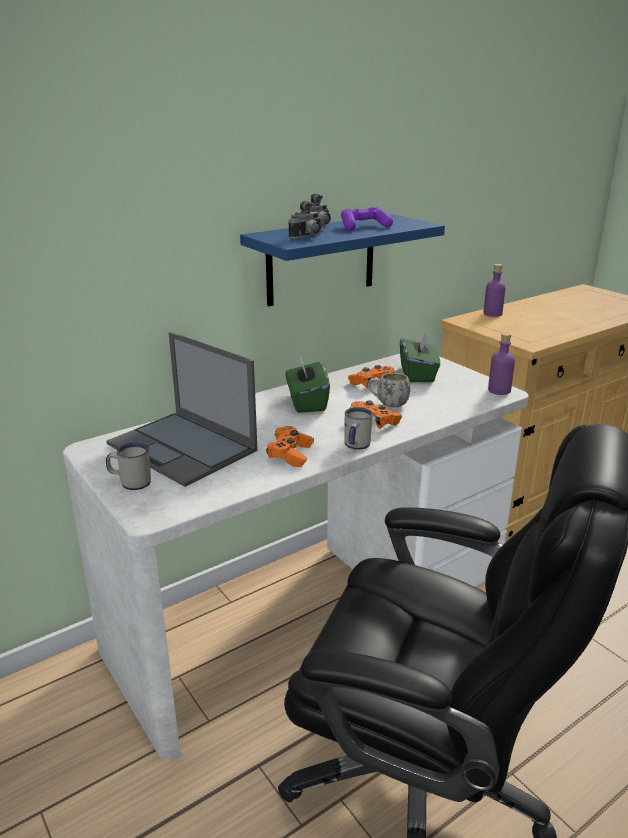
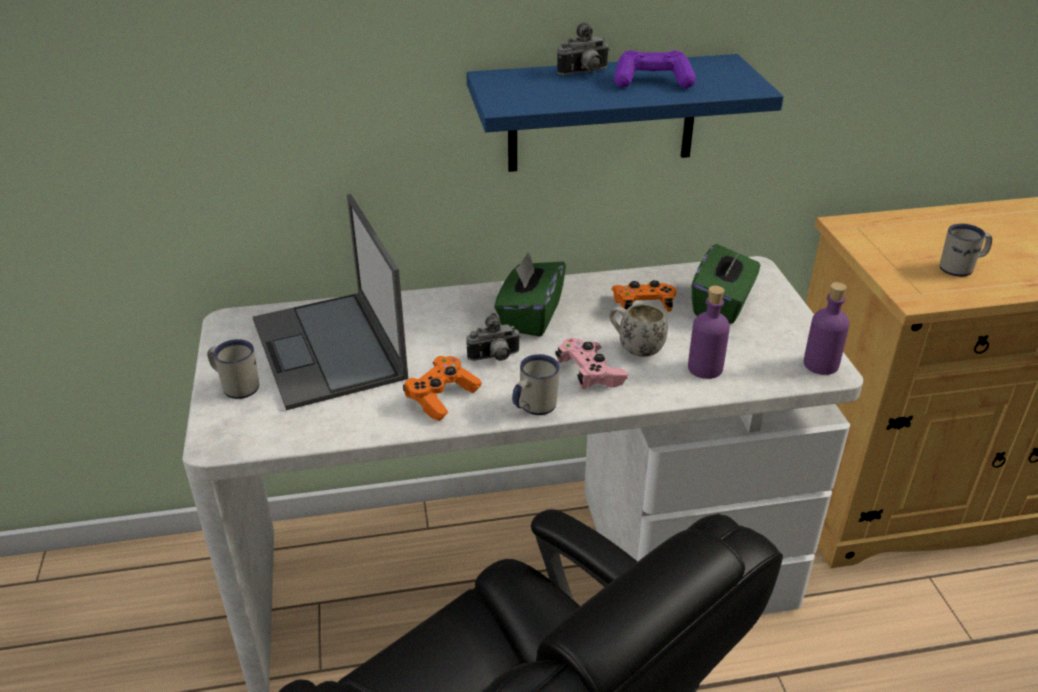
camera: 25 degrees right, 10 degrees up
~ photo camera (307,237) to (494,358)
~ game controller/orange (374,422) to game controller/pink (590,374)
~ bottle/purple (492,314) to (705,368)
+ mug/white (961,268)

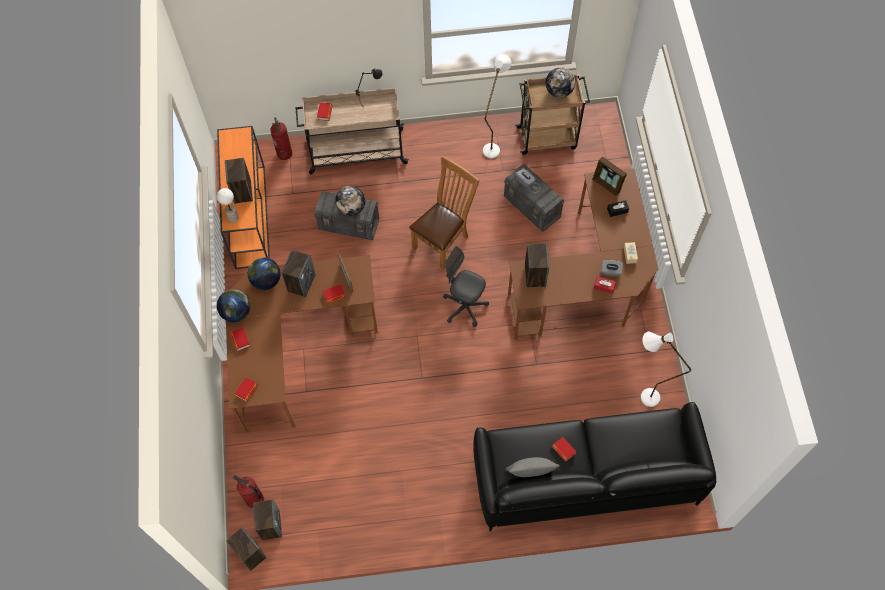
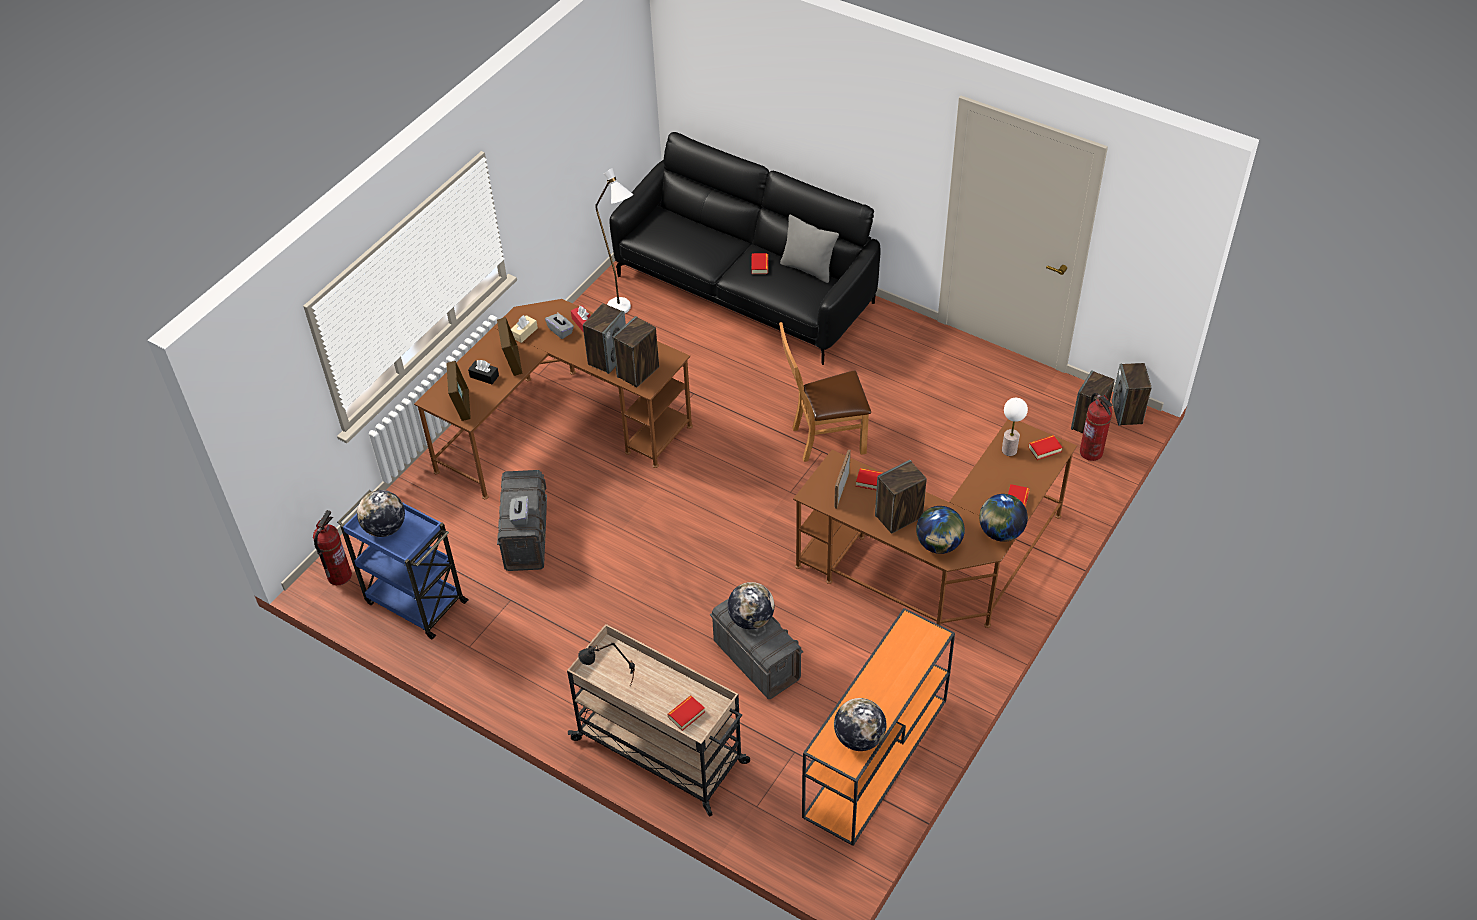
camera: 140 degrees left, 15 degrees down
~ table lamp (233,218) to (1009,450)
~ speaker (242,192) to (608,358)
~ fire extinguisher (284,153) to (339,576)
~ chair/brown (443,240) to (823,439)
- office chair/grey (465,307)
- floor lamp/white (493,145)
~ cart/brown (548,137) to cart/blue (414,601)
+ picture frame (512,361)
+ globe (859,738)

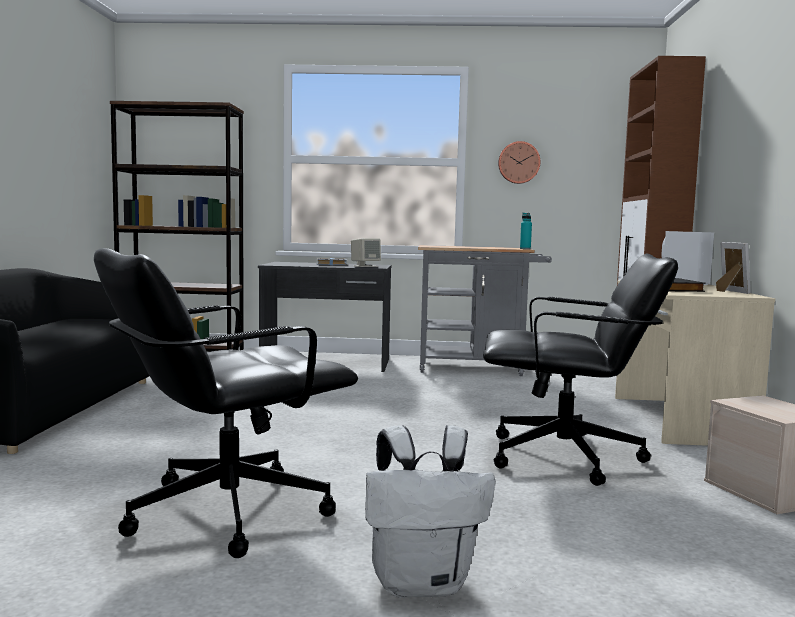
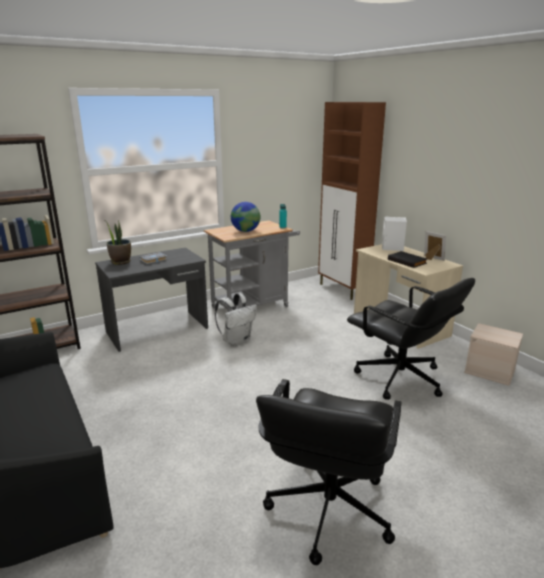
camera: 35 degrees left, 15 degrees up
- speaker/beige (365,266)
~ backpack/white (422,583) to (237,341)
~ office chair/black (566,458) = (400,379) 75 degrees clockwise
- wall clock (518,162)
+ potted plant (120,262)
+ globe (245,231)

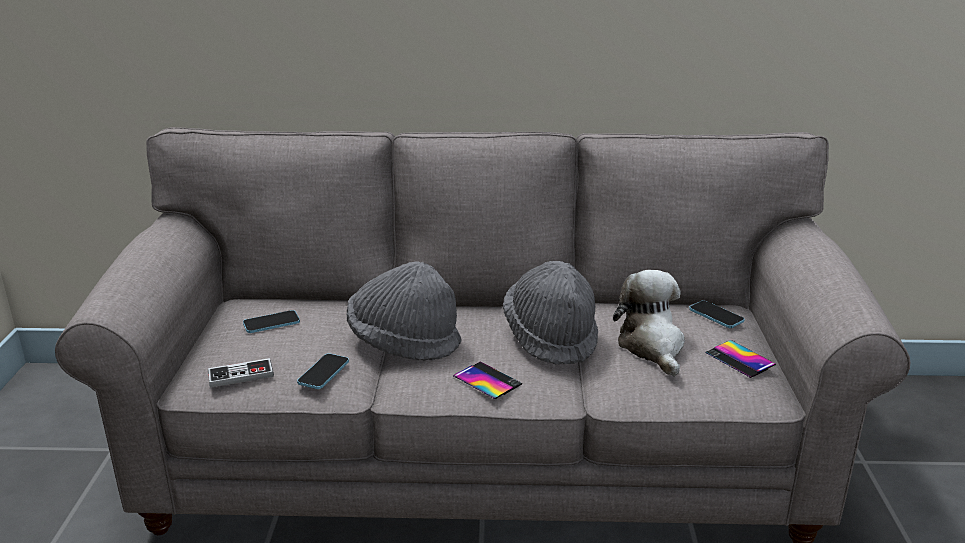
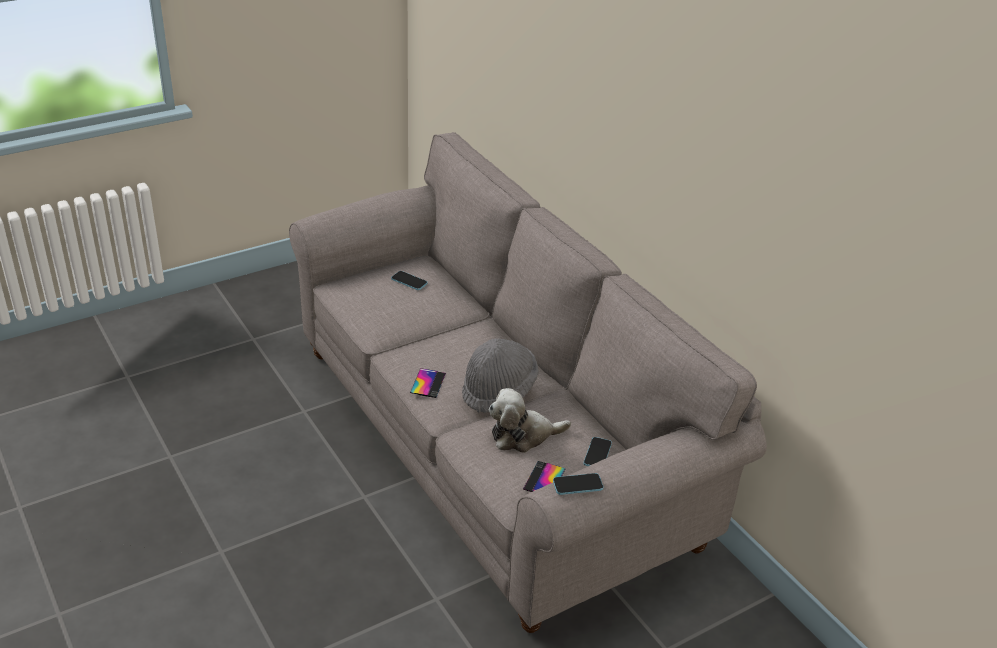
camera: 55 degrees right, 10 degrees up
- game controller (241,375)
~ phone (323,373) to (577,485)
- hat/grey (404,342)
~ plush toy (652,346) = (523,435) 150 degrees counterclockwise

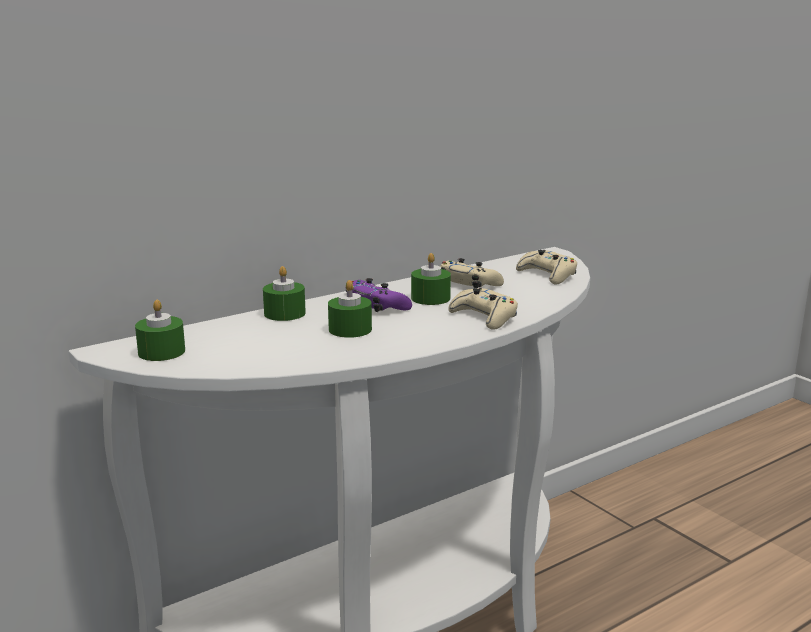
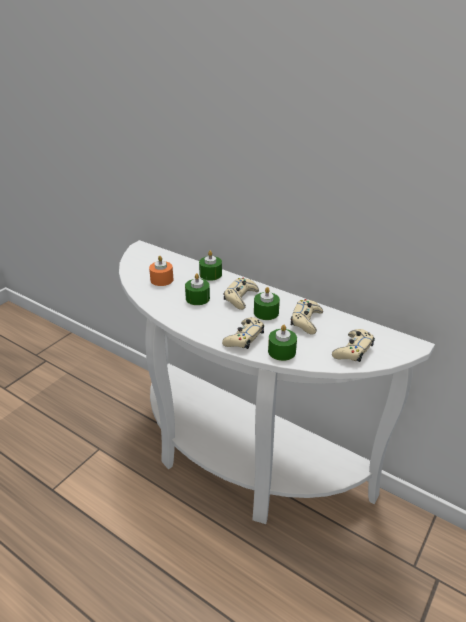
camera: 70 degrees right, 15 degrees up
~ candle/green (161,352) to (281,351)
~ game controller/purple (376,305) to game controller/beige (240,297)
+ candle/orange (162,280)

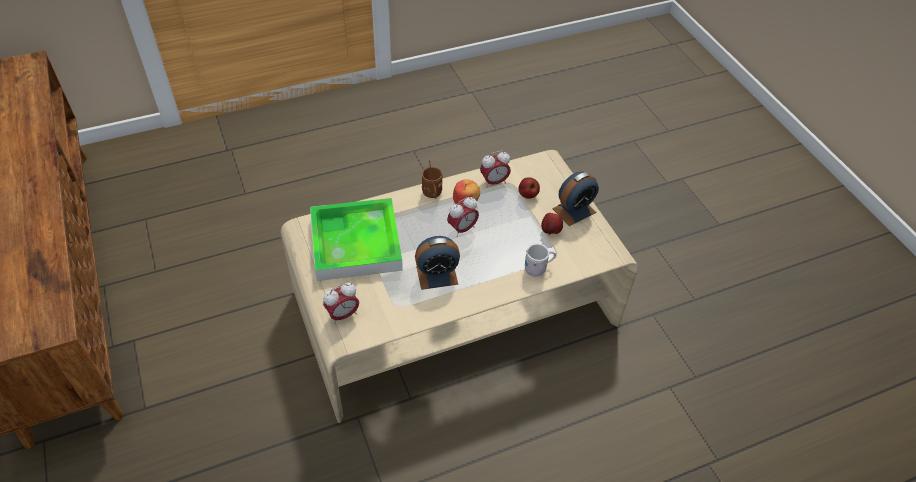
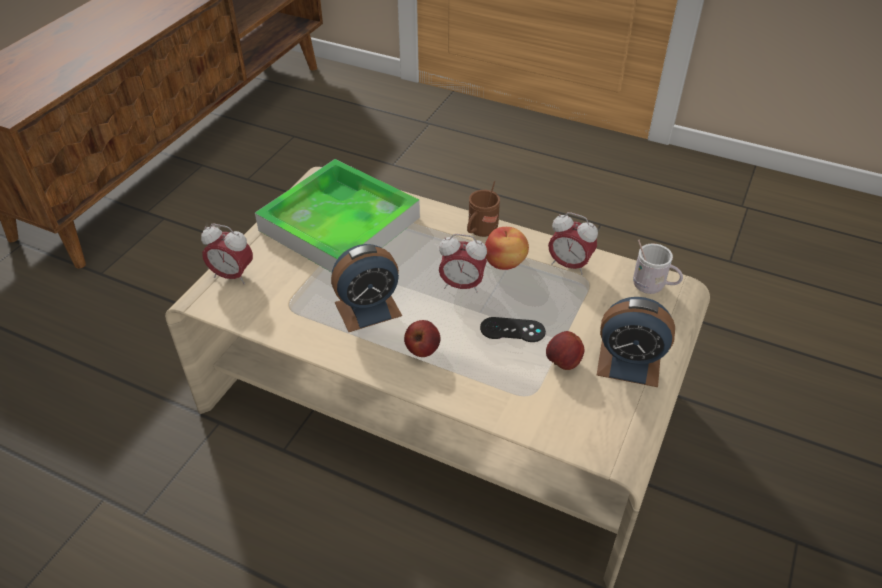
camera: 50 degrees right, 5 degrees down
~ alarm clock (437,275) = (368,309) 60 degrees counterclockwise
~ apple (527,195) to (422,350)
~ mug/white (538,269) to (653,287)
+ game controller/black (512,330)

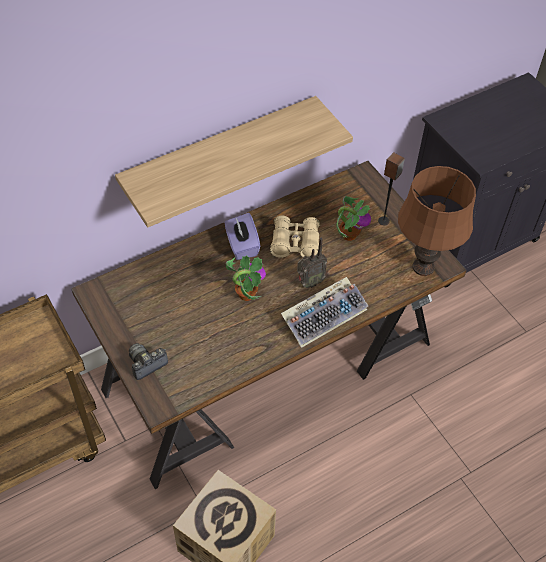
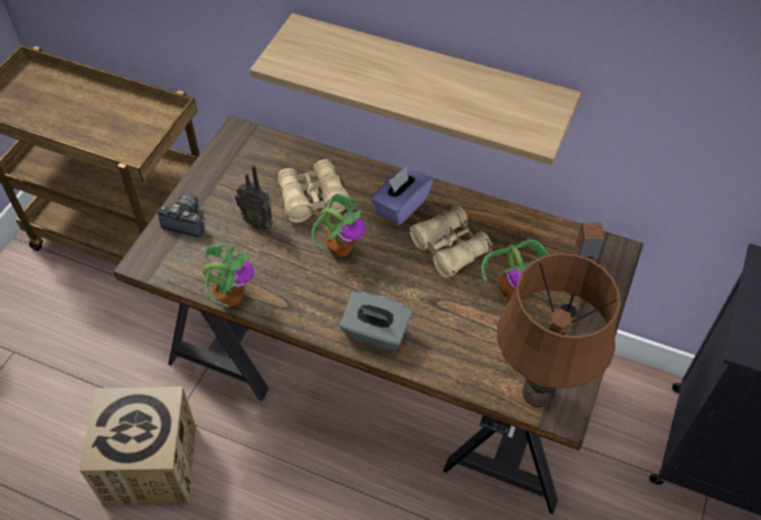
camera: 55 degrees right, 0 degrees up
~ keyboard (324,315) to tissue box/grey (375,333)
~ radio (309,282) to (258,222)
+ potted plant (230,296)
+ binoculars/beige (313,199)

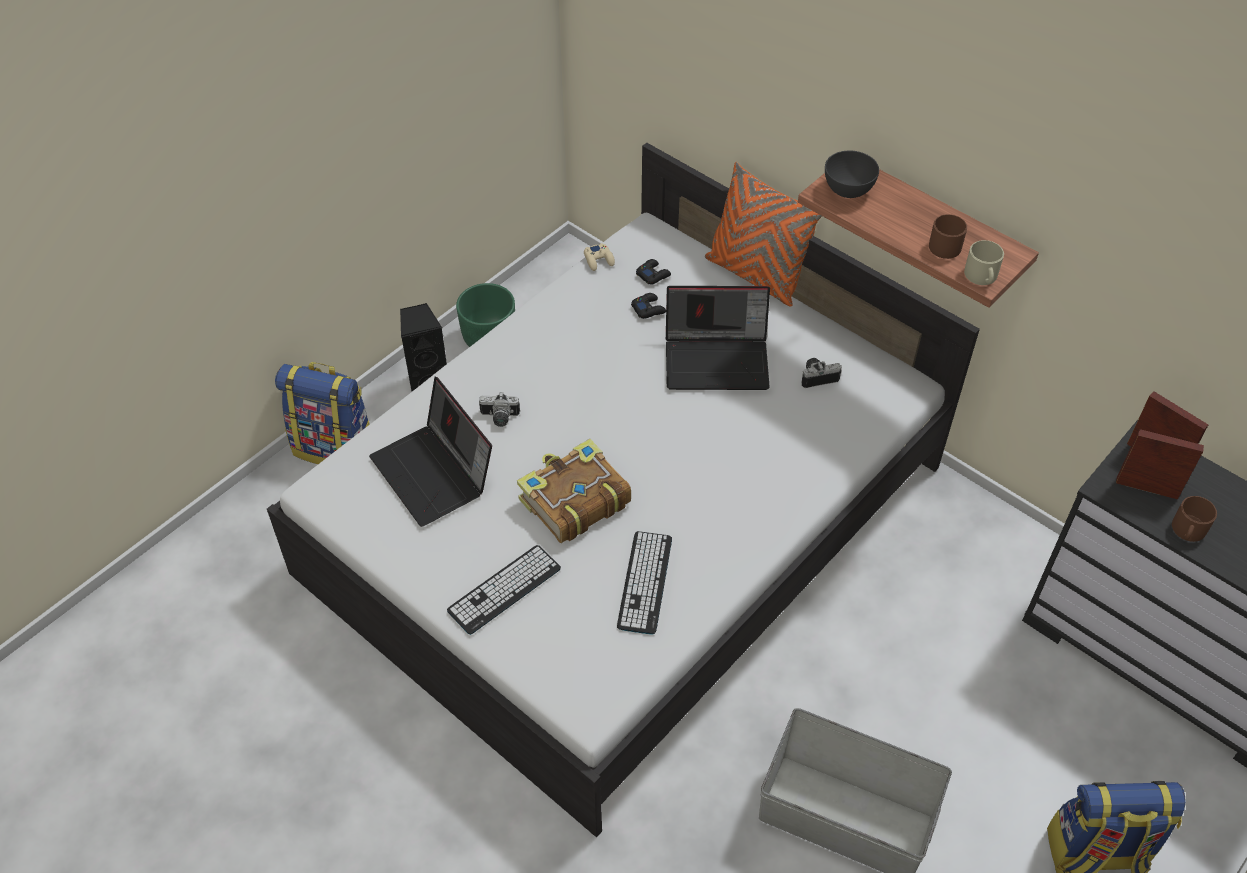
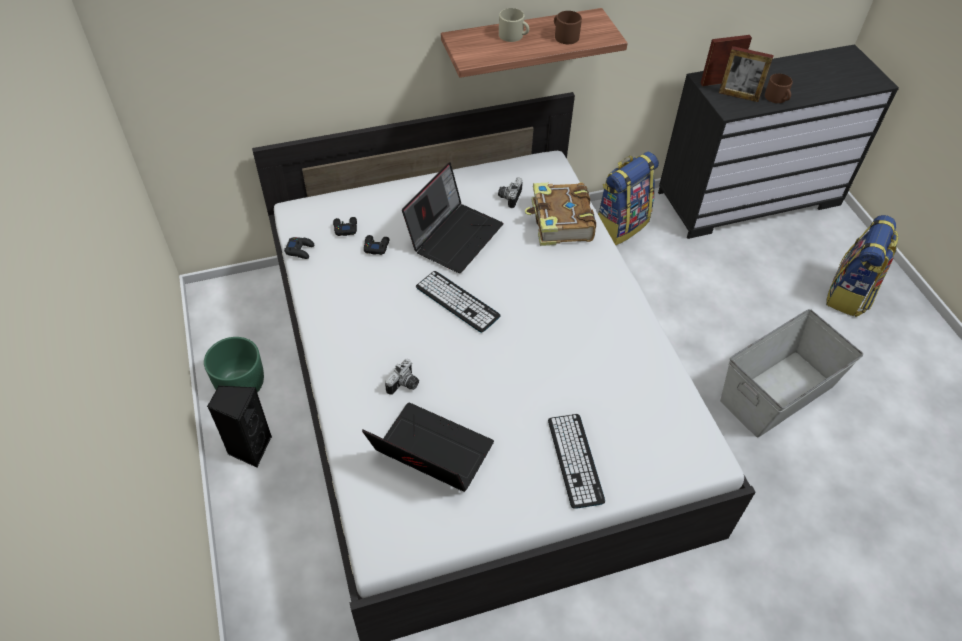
camera: 60 degrees left, 0 degrees up
~ backpack (335,447) to (620,225)
~ laptop (435,474) = (429,454) 150 degrees counterclockwise
~ book (573,501) to (560,222)
~ game controller/beige (599,260) to game controller/black (300,250)
~ keyboard (645,582) to (457,301)
- pillow/orange (755,275)
- bowl/grey (848,190)
~ mug/beige (982,276) to (513,35)
~ picture frame (1147,488) = (738,96) 120 degrees counterclockwise

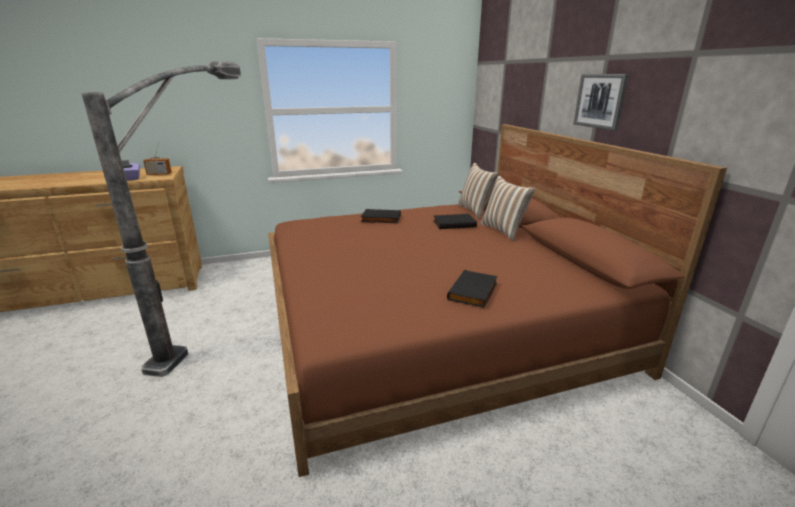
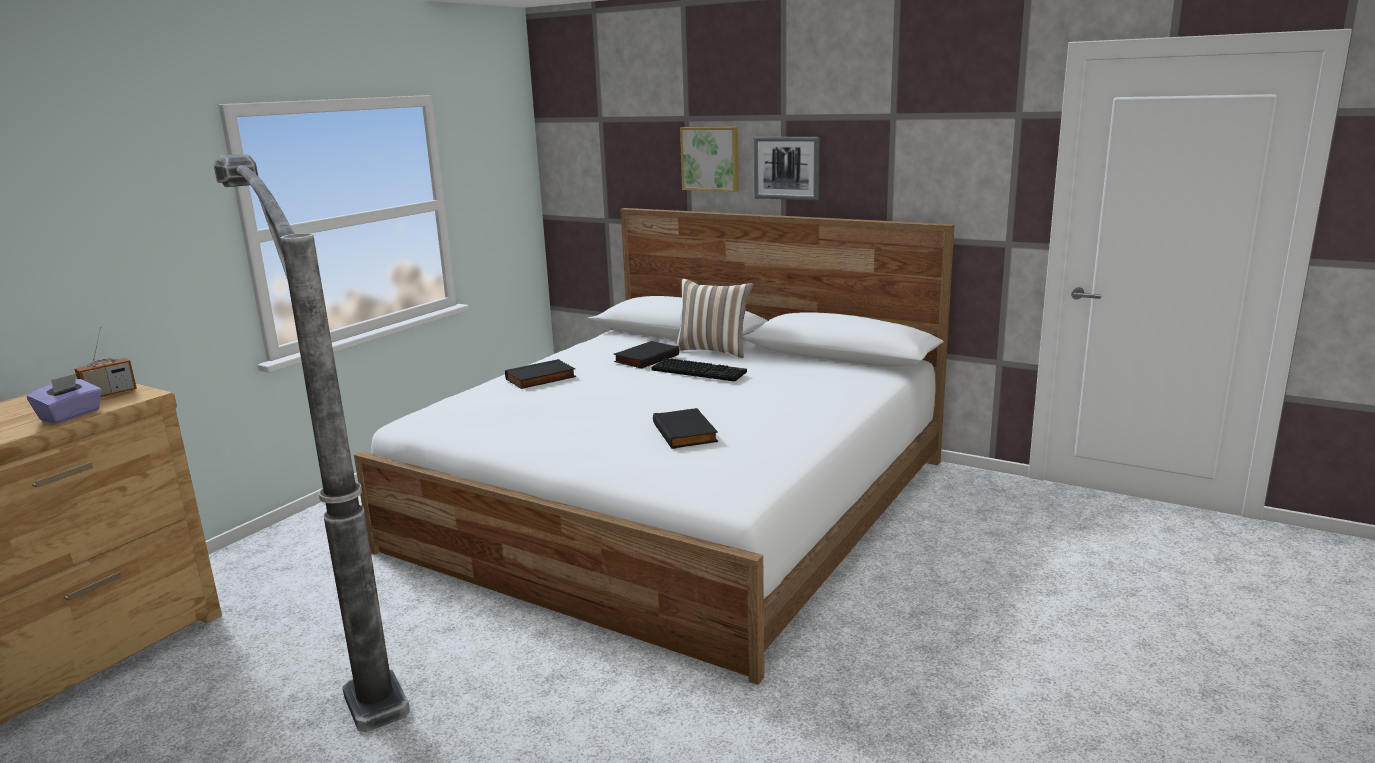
camera: 40 degrees left, 5 degrees down
~ bed/brown (434,323) to bed/white (679,503)
~ book/black (474,292) to (686,433)
- pillow (475,211)
+ keyboard (700,371)
+ picture (711,158)

